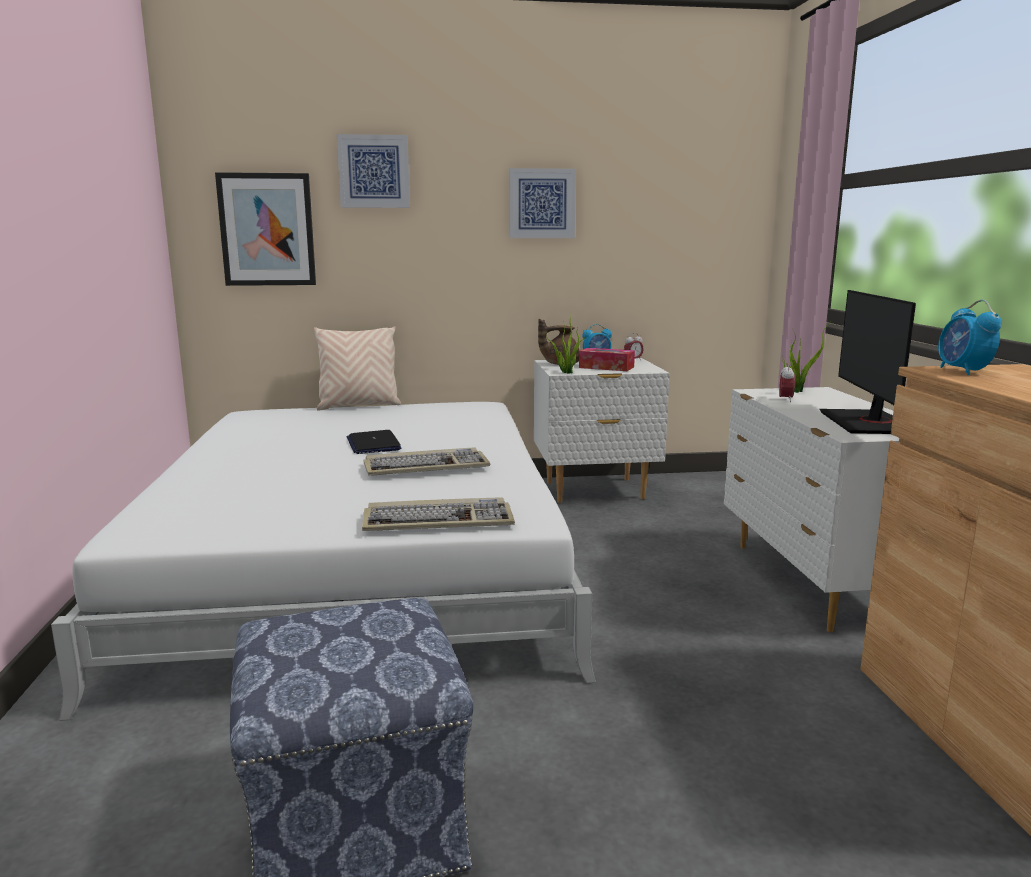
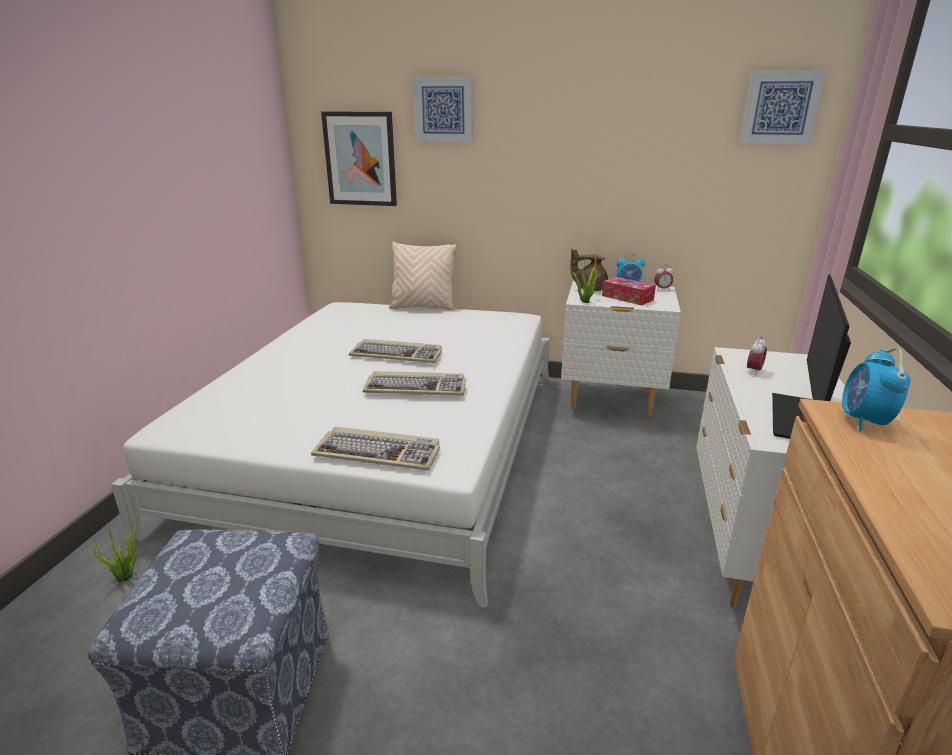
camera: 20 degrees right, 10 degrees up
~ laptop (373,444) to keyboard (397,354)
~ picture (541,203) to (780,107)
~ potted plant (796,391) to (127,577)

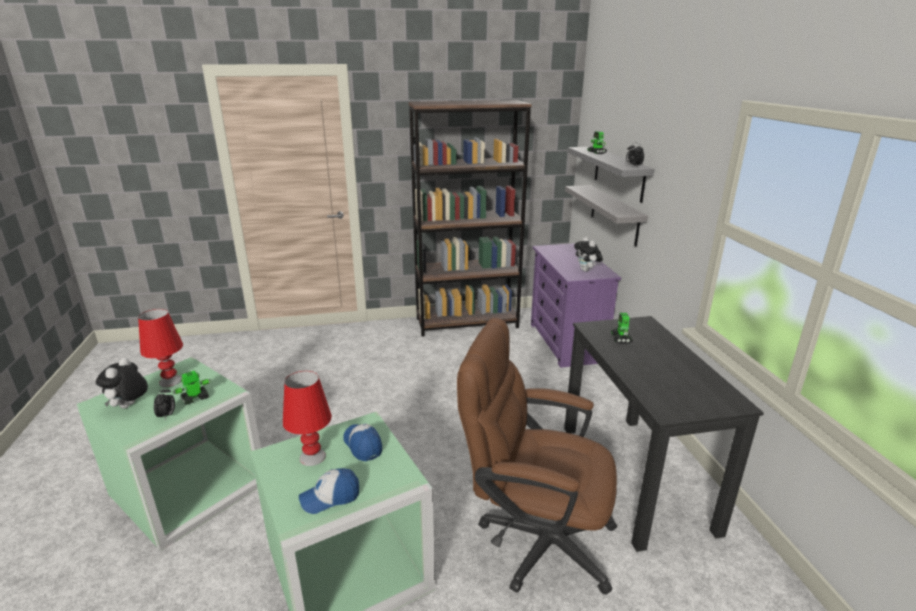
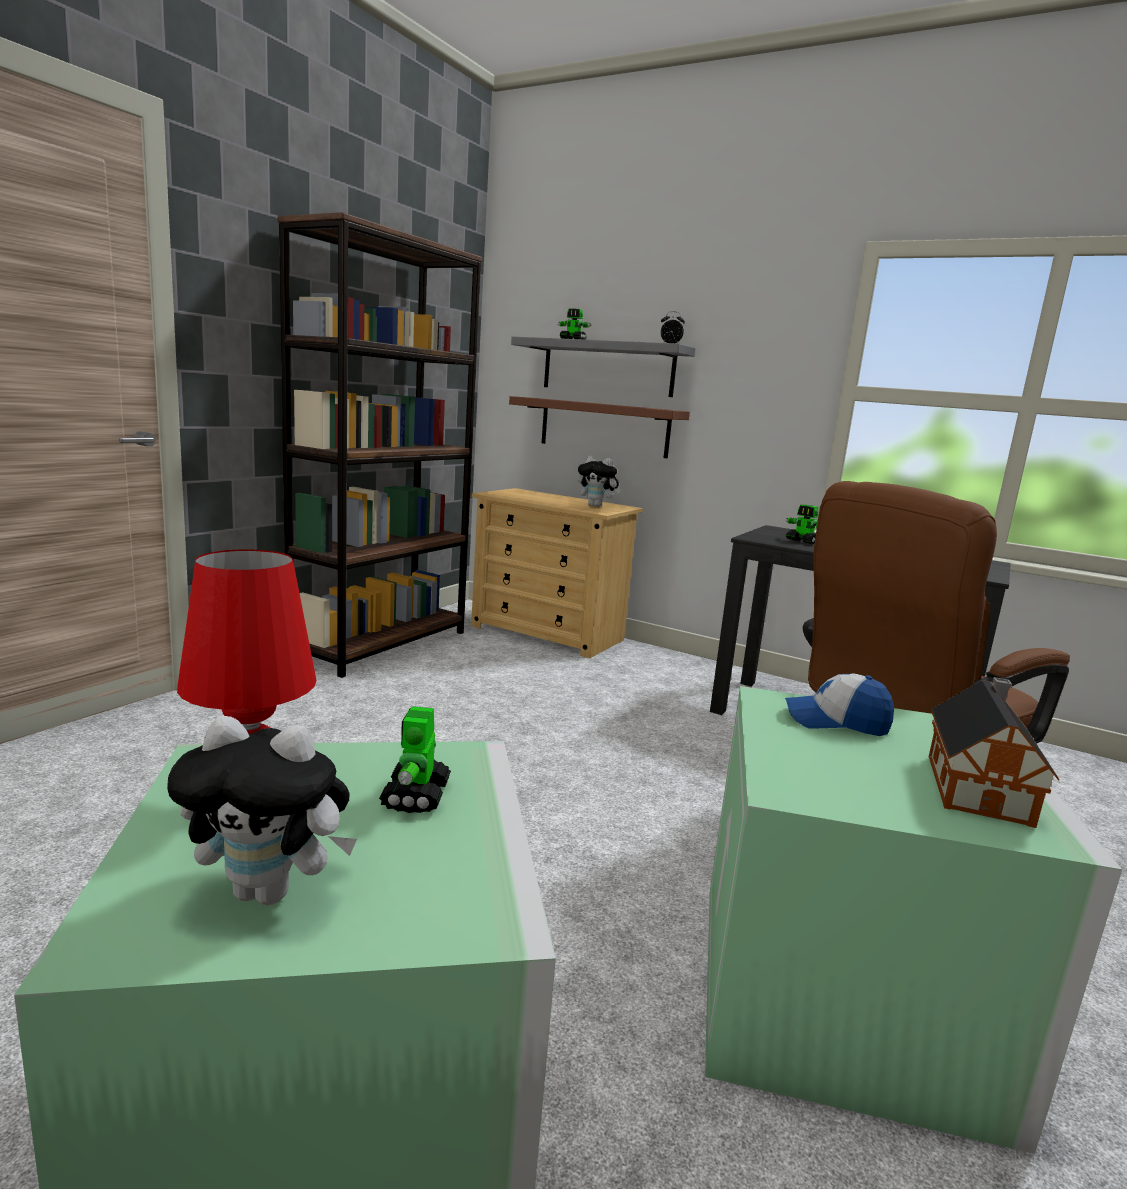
camera: 50 degrees left, 10 degrees down
~ plush toy (129,406) = (271,891) 45 degrees counterclockwise
- alarm clock (167,415)
- table lamp/red (312,457)
~ cap (330,497) to toy house (978,786)
~ dresser/purple (566,342) to dresser/beige (547,633)
~ shelf/grey (614,214) to shelf/brown (604,427)

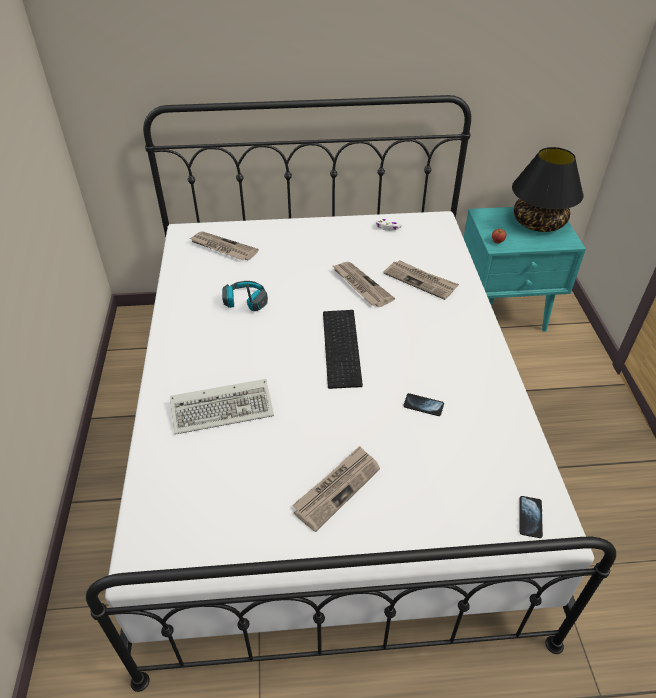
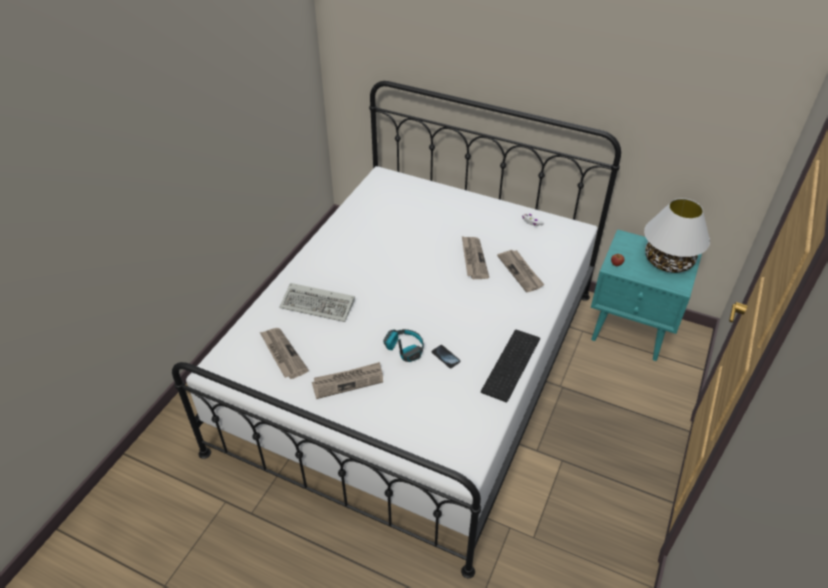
camera: 30 degrees right, 0 degrees up
~ newspaper (223,248) to (282,354)
~ headphones (245,302) to (404,349)
~ keyboard (343,348) to (512,366)
~ table lamp/black (538,222) to table lamp/white (667,261)
- phone (530,517)

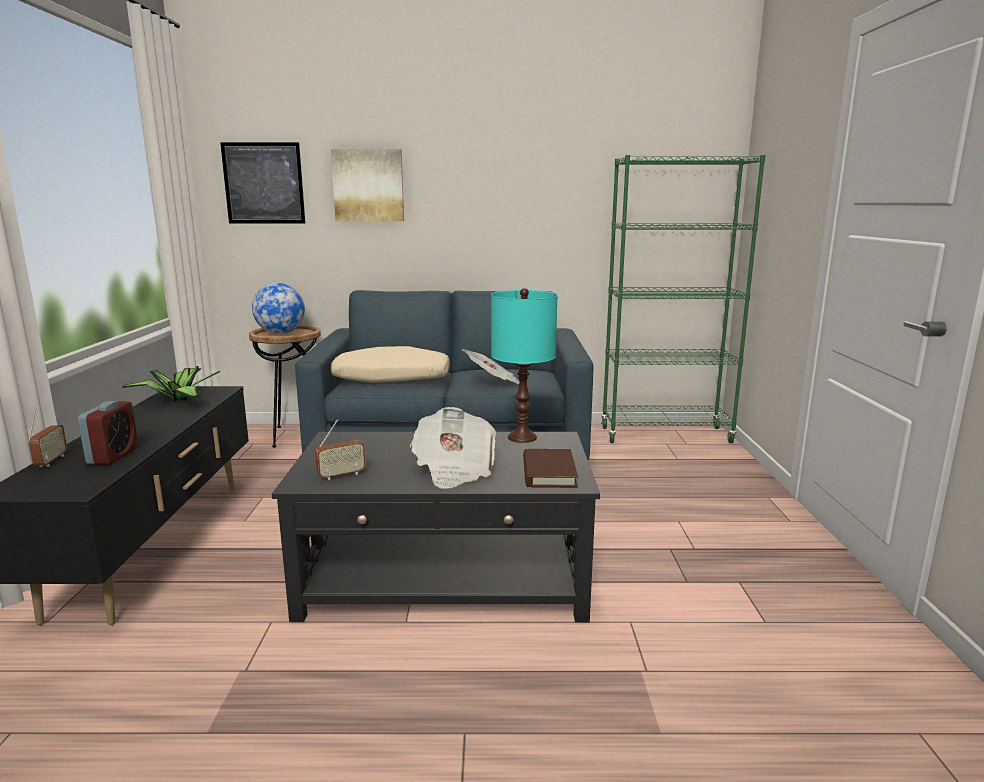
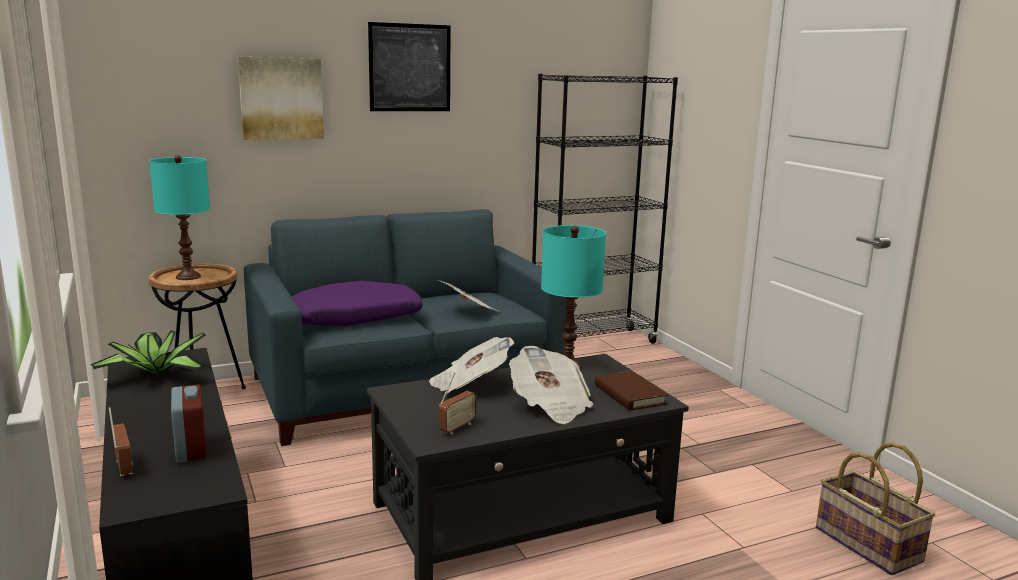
camera: 25 degrees left, 0 degrees up
~ picture (264,183) to (410,68)
~ globe (280,333) to table lamp/turquoise (188,277)
~ pillow/beige (391,379) to pillow/purple (355,319)
~ bookcase/green (665,435) to bookcase/black (592,343)
+ newspaper (470,385)
+ basket (866,545)

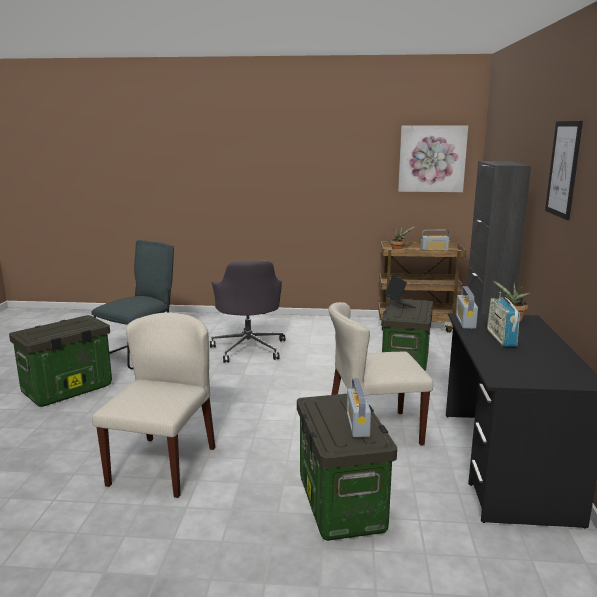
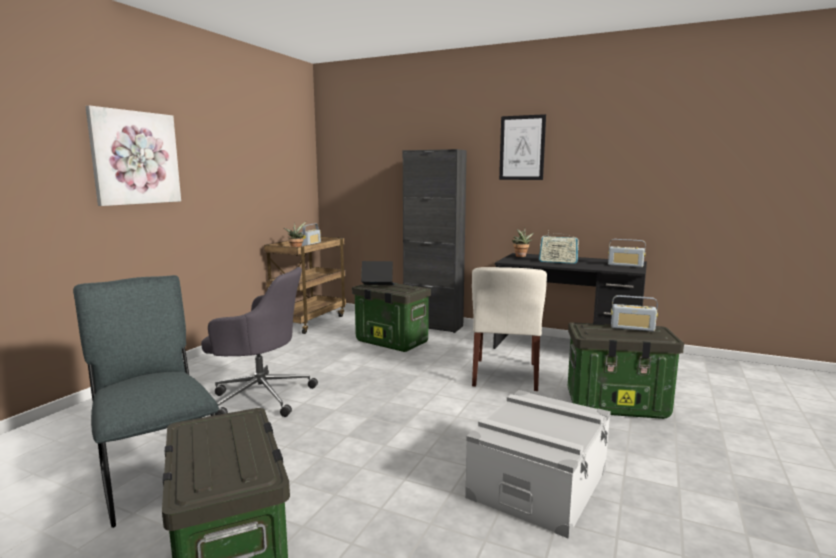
camera: 70 degrees left, 5 degrees down
~ chair/beige (163,465) to storage box/grey (538,483)
~ picture (432,159) to (135,158)
~ radio (465,322) to (625,265)

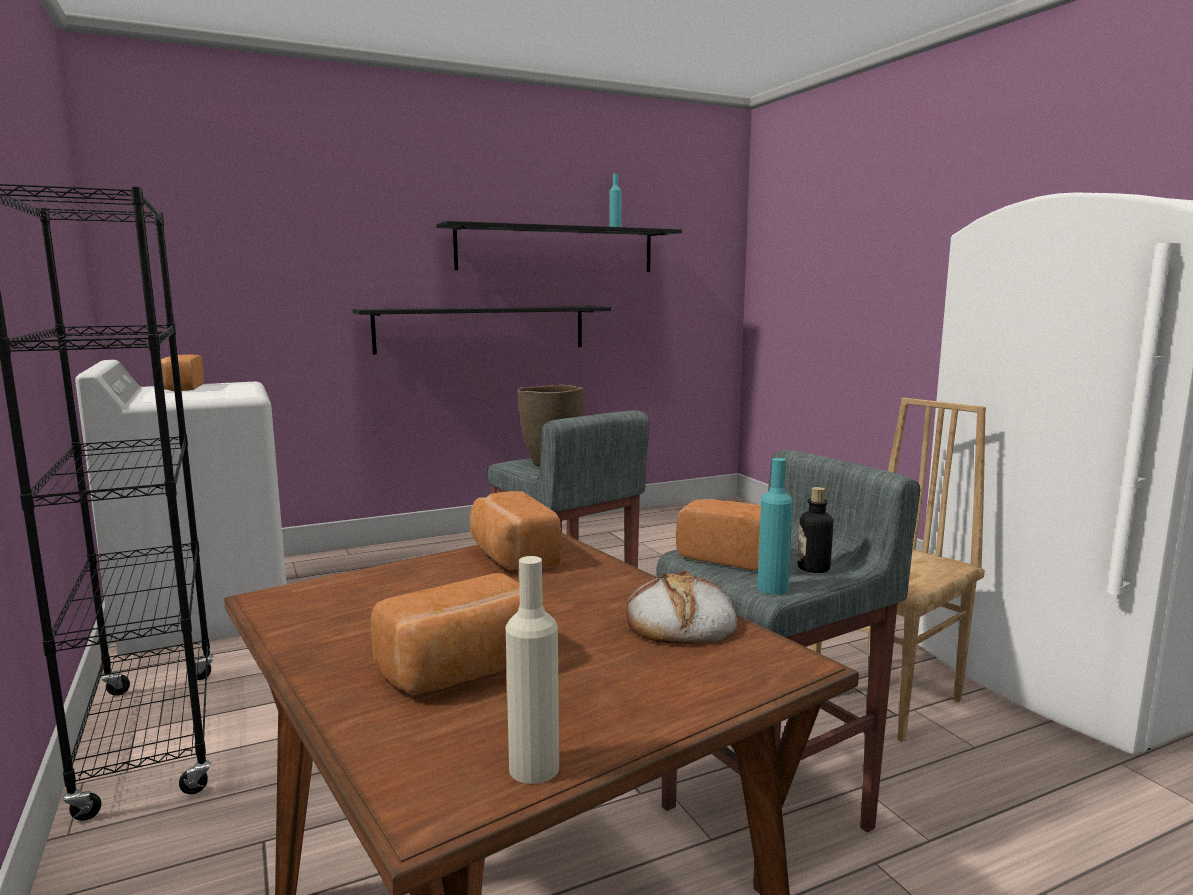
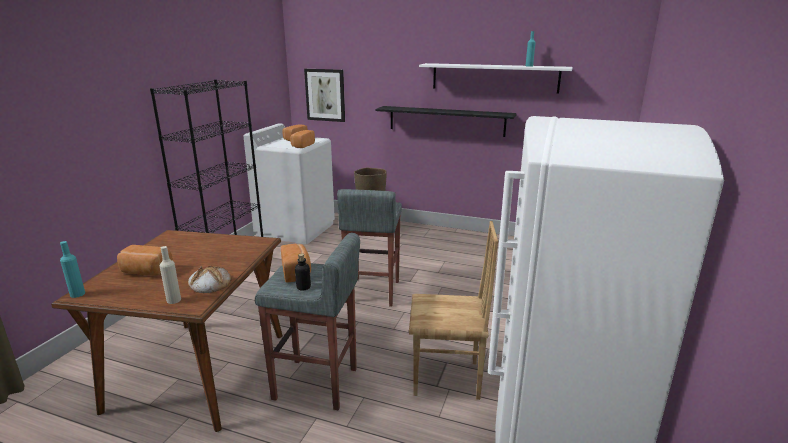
camera: 45 degrees right, 10 degrees up
~ shelf/black (557,249) to shelf/white (494,77)
~ bread (511,557) to (302,145)
~ bottle/beige (534,768) to (173,300)
~ bottle/turquoise (772,588) to (77,294)
+ picture (325,95)

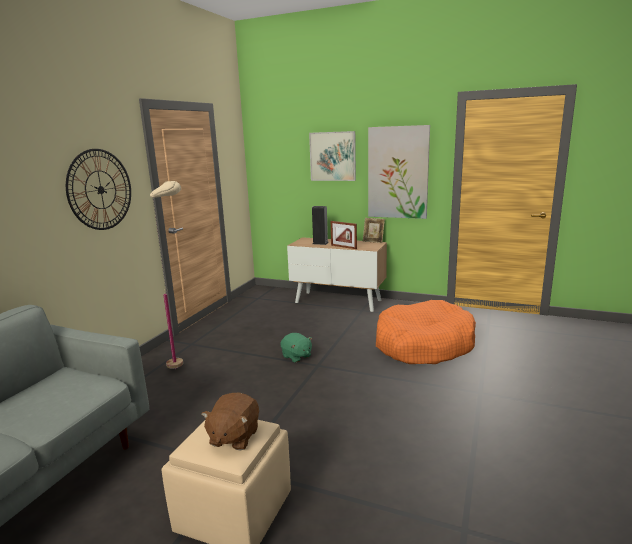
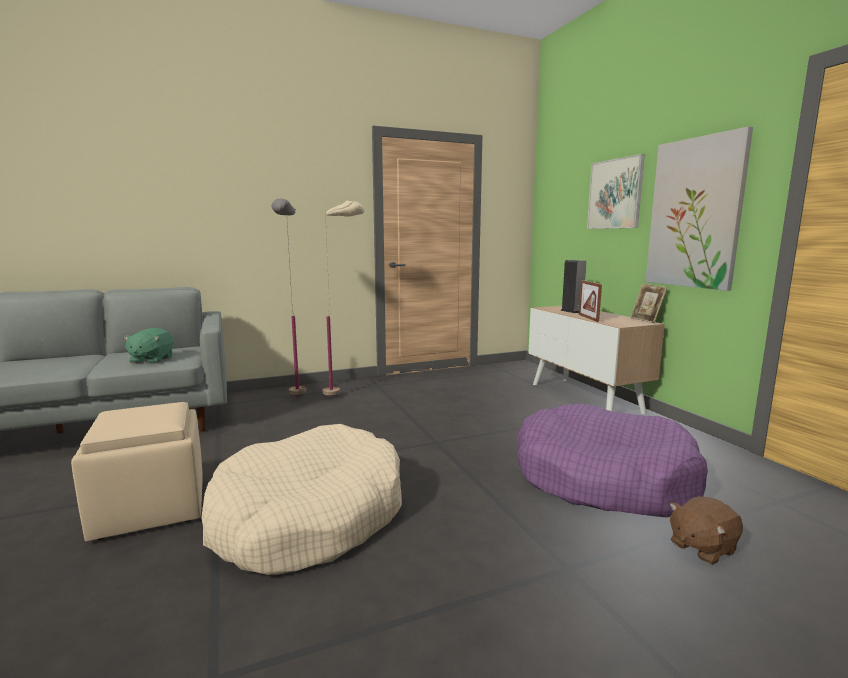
camera: 45 degrees right, 5 degrees down
- wall clock (100,189)
~ plush toy/brown (234,437) to (701,547)
~ plush toy/green (296,356) to (151,360)
~ dog bed/orange (423,345) to dog bed/purple (602,478)
+ dog bed/beige (309,517)
+ floor lamp/grey (296,401)

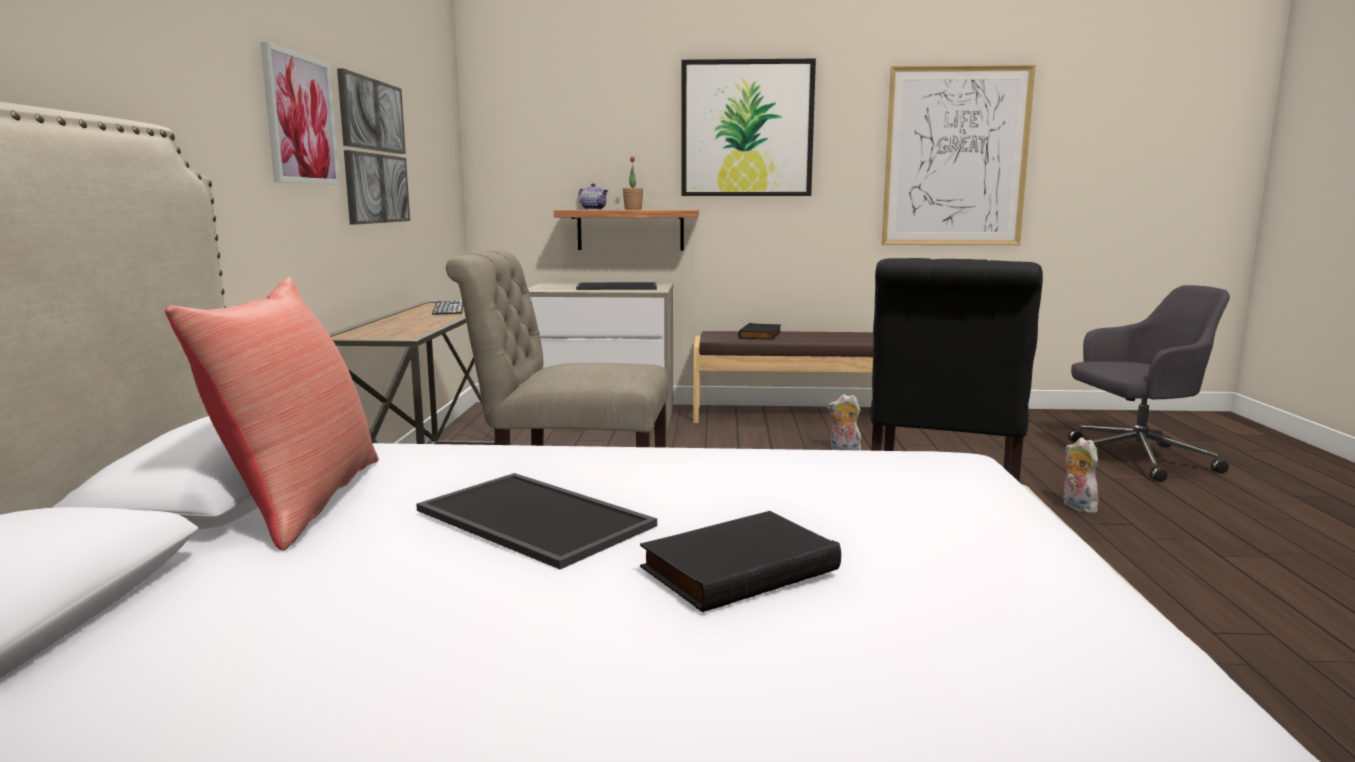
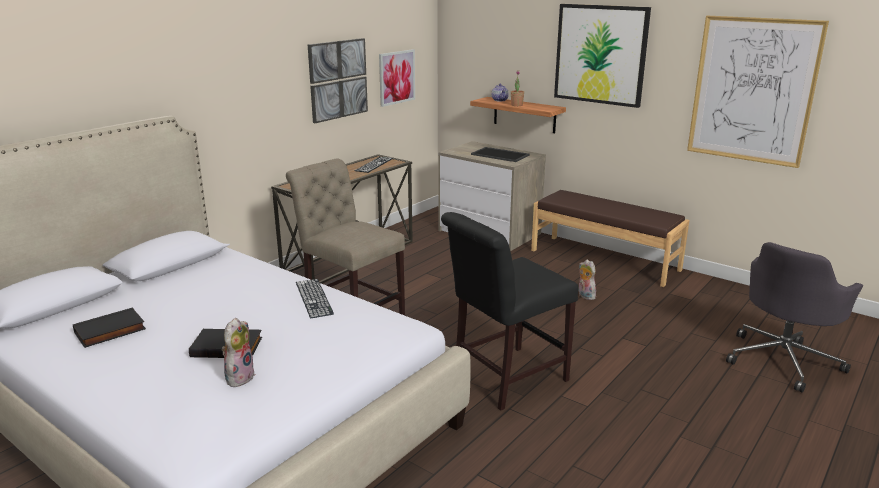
camera: 35 degrees right, 10 degrees up
- pillow/red (300,500)
~ picture (300,119) to (396,77)
- tray (538,517)
~ book/black (761,335) to (110,331)
~ plush toy (1076,507) to (239,377)
~ office chair/grey (1134,459) = (783,360) 105 degrees clockwise
+ keyboard (314,298)

